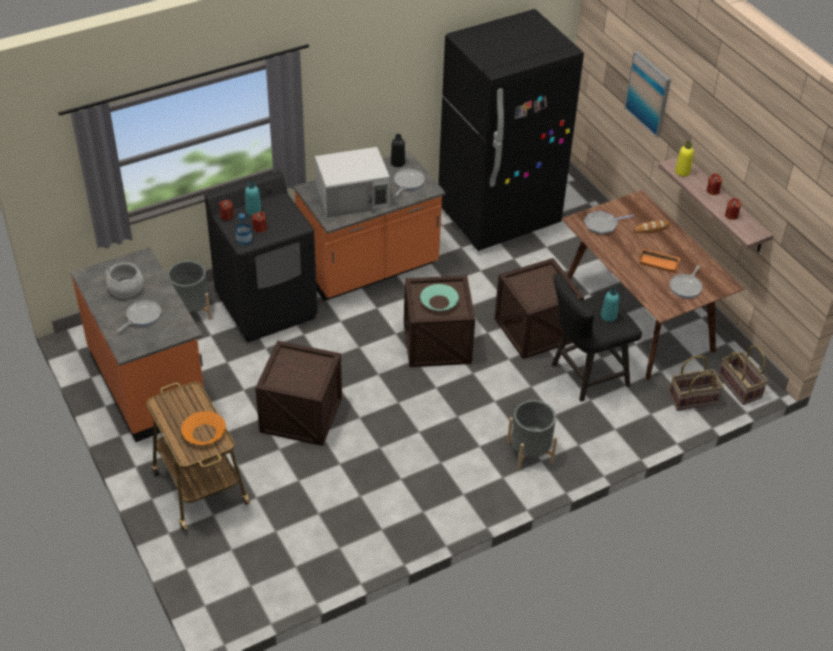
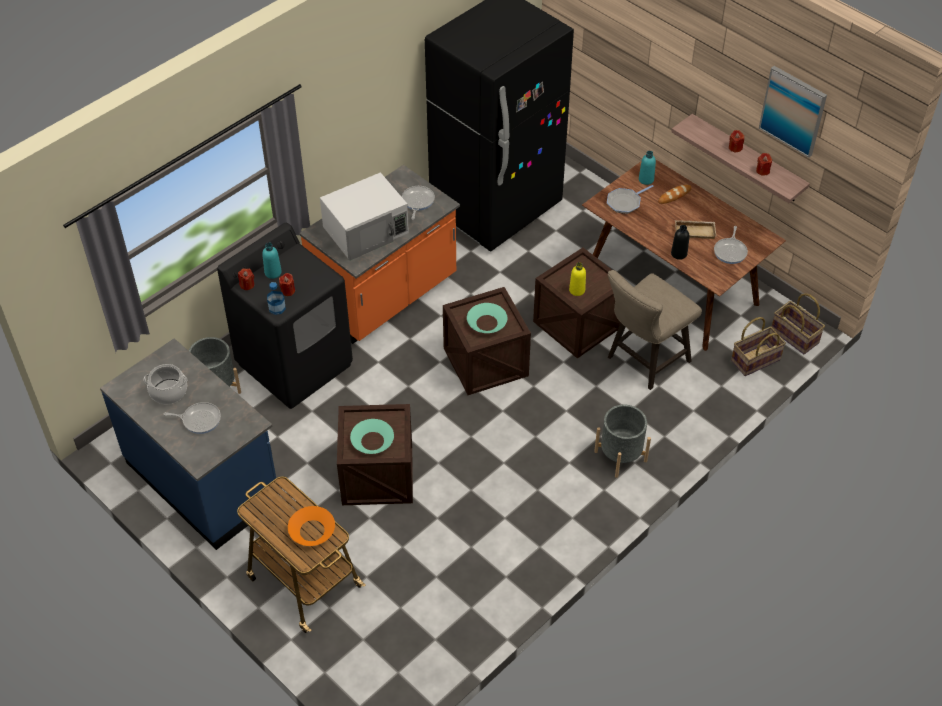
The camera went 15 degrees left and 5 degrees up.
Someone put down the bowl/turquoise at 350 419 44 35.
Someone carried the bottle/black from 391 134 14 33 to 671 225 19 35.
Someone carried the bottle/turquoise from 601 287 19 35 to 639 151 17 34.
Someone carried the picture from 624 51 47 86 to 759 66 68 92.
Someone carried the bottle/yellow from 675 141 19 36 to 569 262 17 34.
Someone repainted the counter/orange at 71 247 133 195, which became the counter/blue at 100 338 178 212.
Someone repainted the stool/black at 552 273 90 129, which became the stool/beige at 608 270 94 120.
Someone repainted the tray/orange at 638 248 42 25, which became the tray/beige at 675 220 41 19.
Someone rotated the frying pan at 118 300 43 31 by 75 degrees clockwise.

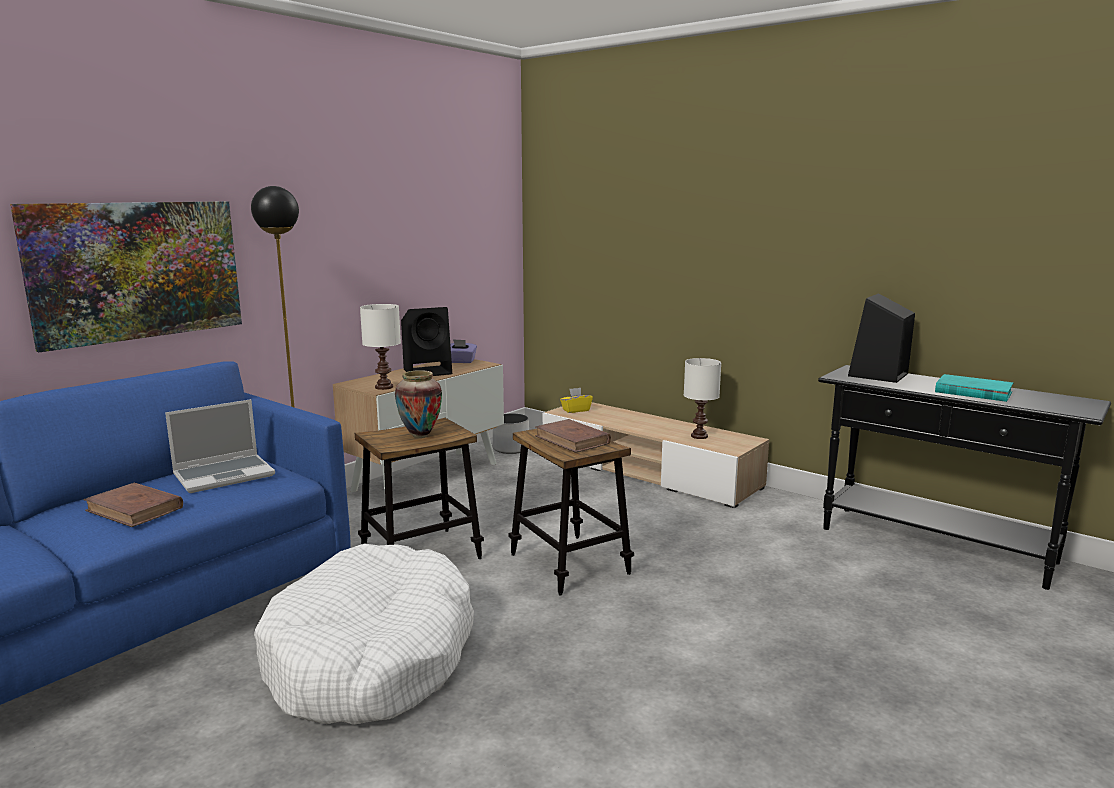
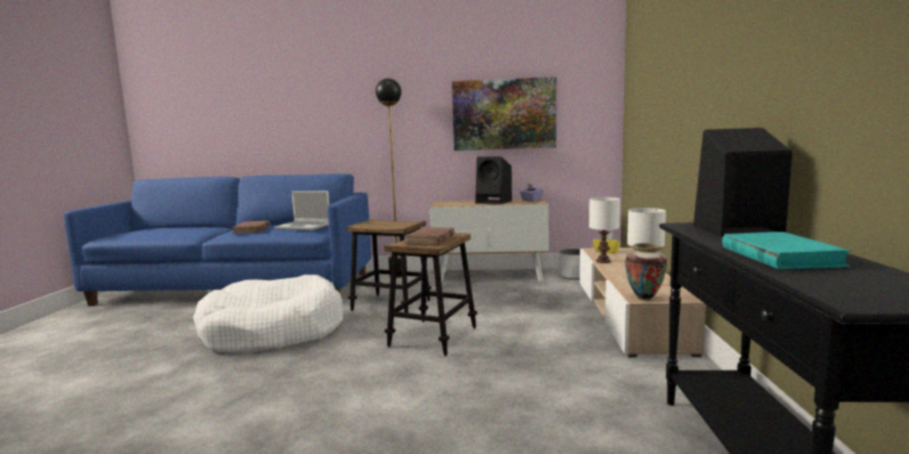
The camera went 55 degrees right and 5 degrees down.
Someone carried the picture from 10 201 232 151 to 452 77 104 74.
Someone carried the table lamp/white from 360 304 41 86 to 589 197 31 66.
Someone carried the vase from 395 370 47 68 to 625 243 42 58.

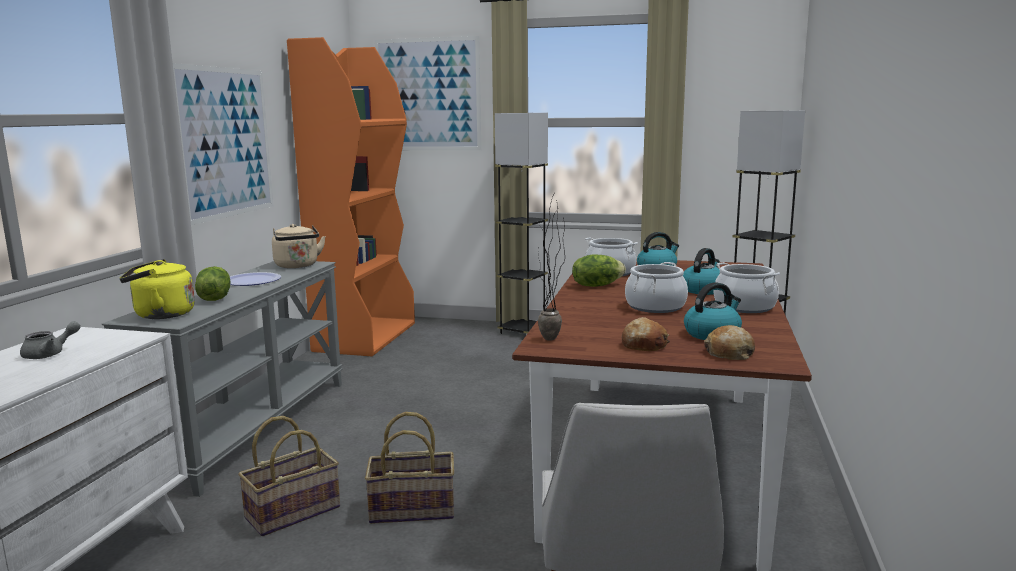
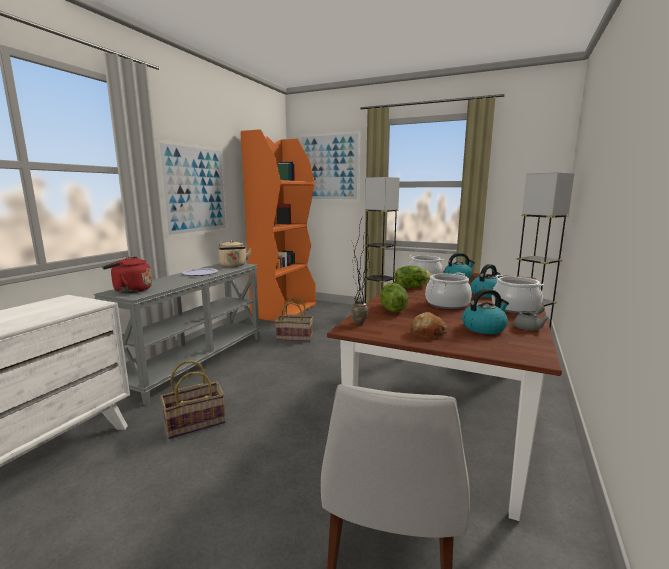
The camera went 10 degrees right and 0 degrees up.
Someone took away the bread at 704 325 51 35.
Someone carried the teapot/grey from 20 321 61 38 to 514 305 35 25.
Someone carried the lettuce from 195 266 36 35 to 381 283 27 29.
Someone carried the basket from 365 412 89 112 to 275 297 38 45.
Someone repainted the kettle/yellow at 120 259 75 60, which became the kettle/red at 102 257 50 36.

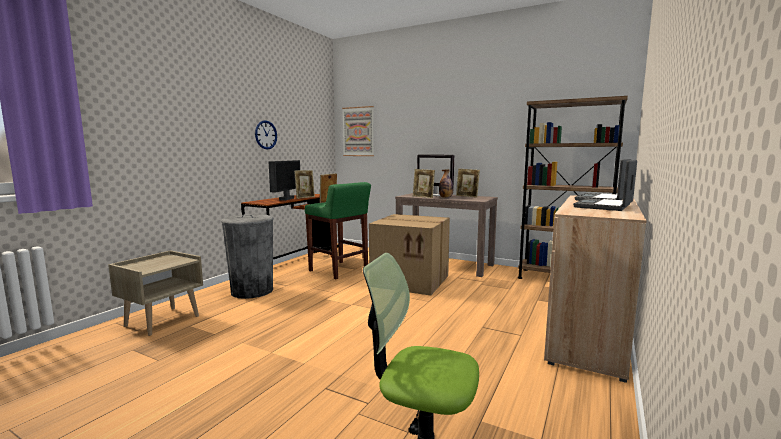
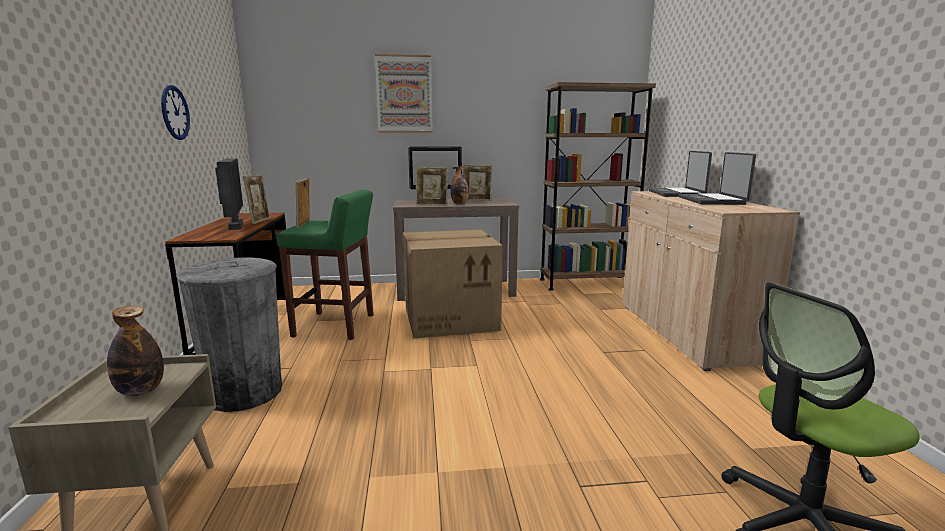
The camera went 35 degrees left and 5 degrees up.
Someone put down the bottle at 107 306 57 90.
Someone carried the picture from 342 106 32 50 to 375 54 58 79.

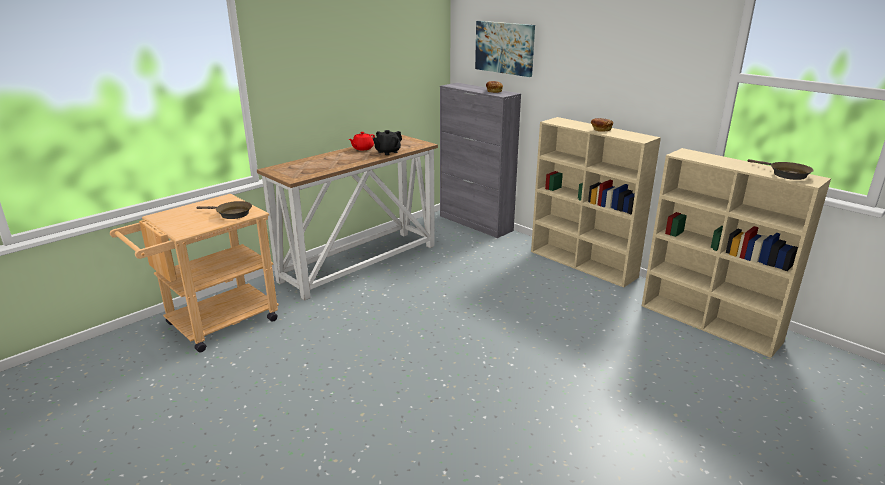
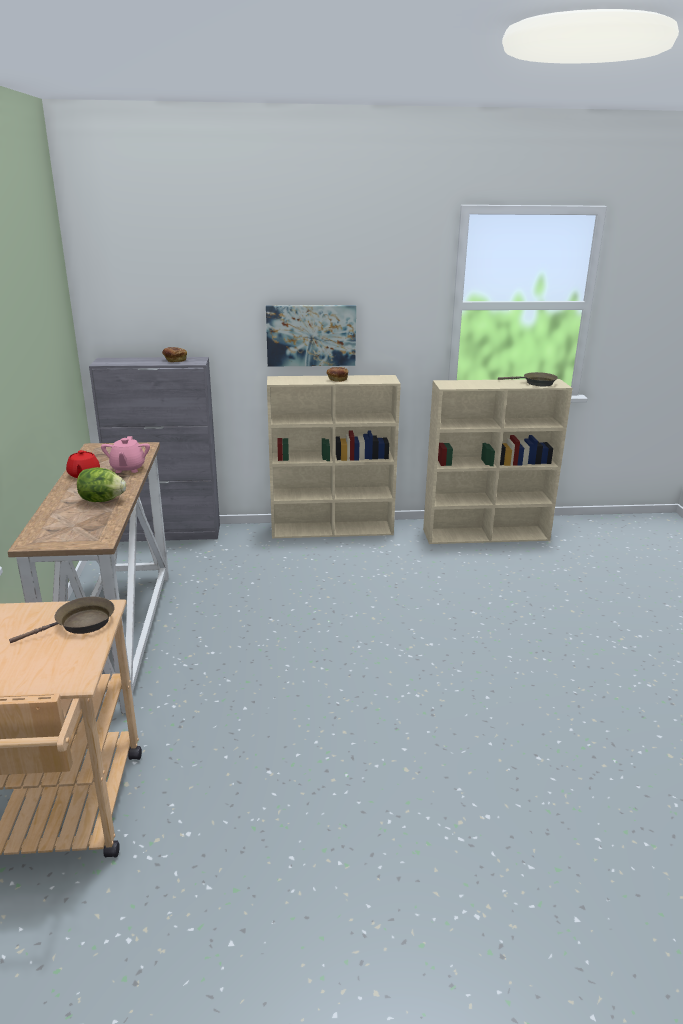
The camera went 50 degrees left and 0 degrees up.
Someone put down the lettuce at 77 467 49 35.
Someone carried the picture from 475 21 60 56 to 266 305 90 62.
Someone repainted the teapot/black at 373 130 29 25, which became the teapot/pink at 101 436 49 37.

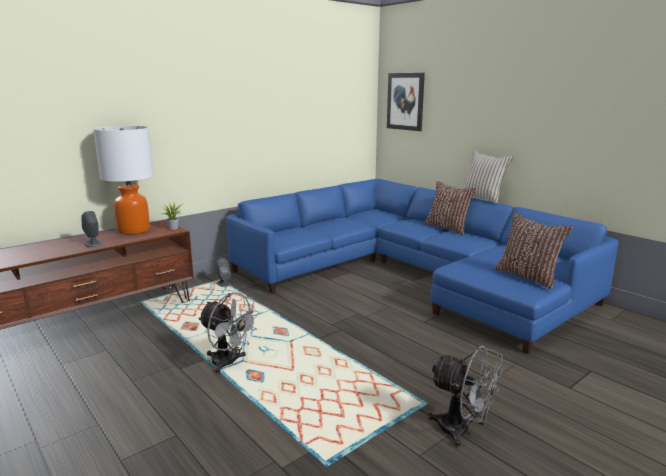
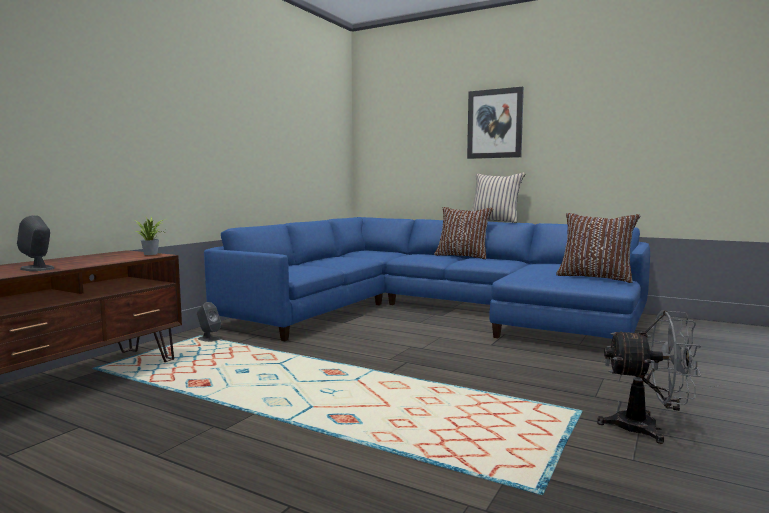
The camera went 20 degrees left and 10 degrees down.
Someone took away the table lamp at 93 126 61 109.
Someone took away the fan/grey at 198 292 61 82.
Someone carried the picture from 387 73 38 58 to 467 87 57 72.

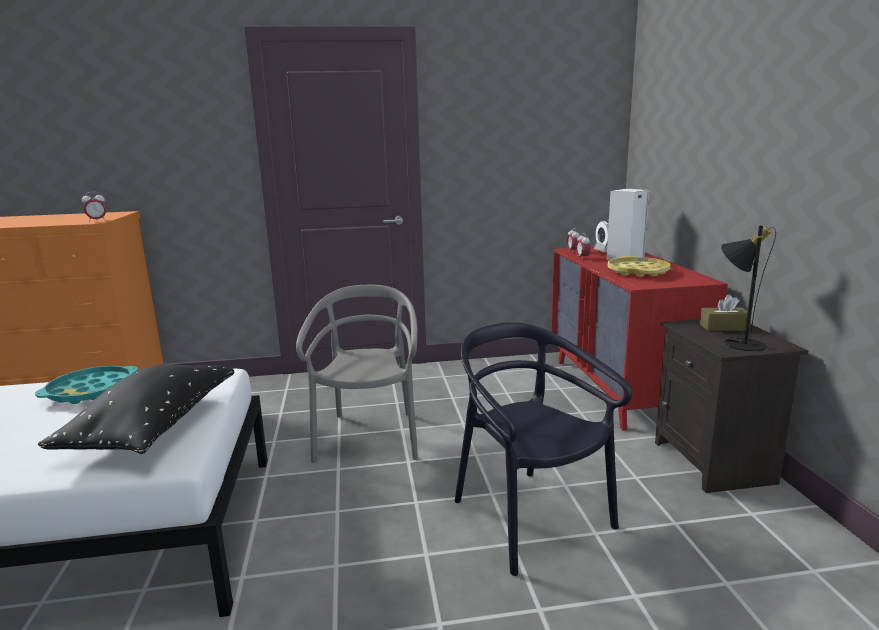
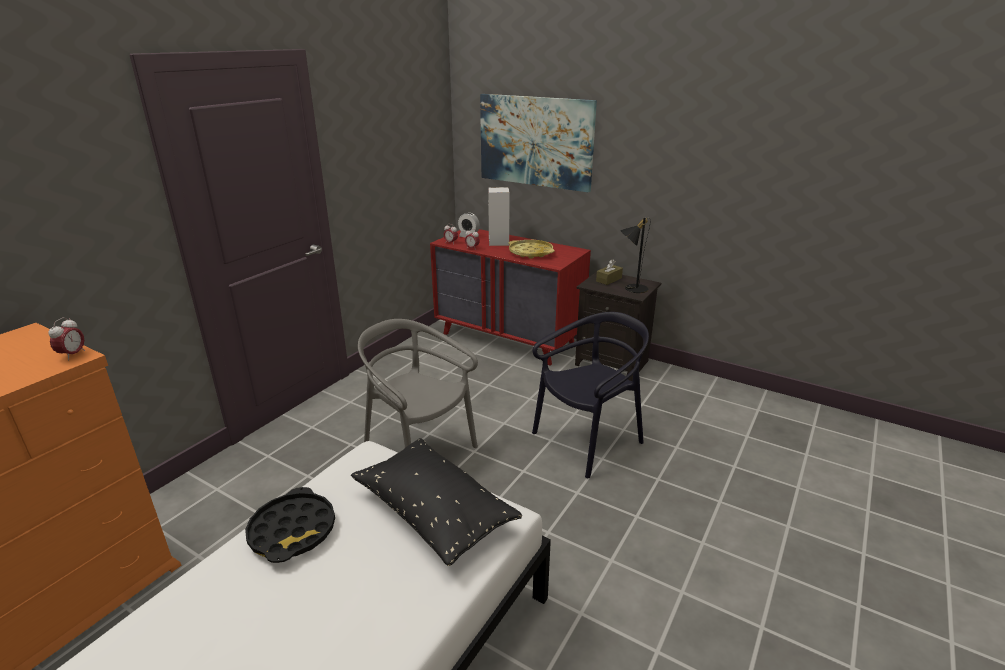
The camera went 50 degrees left and 10 degrees up.
Someone put up the picture at 480 94 117 98.
Someone repainted the tray/turquoise at 35 366 103 38, which became the tray/black at 245 487 90 76.
Someone rotated the chair/black at 454 322 178 254 by 135 degrees clockwise.

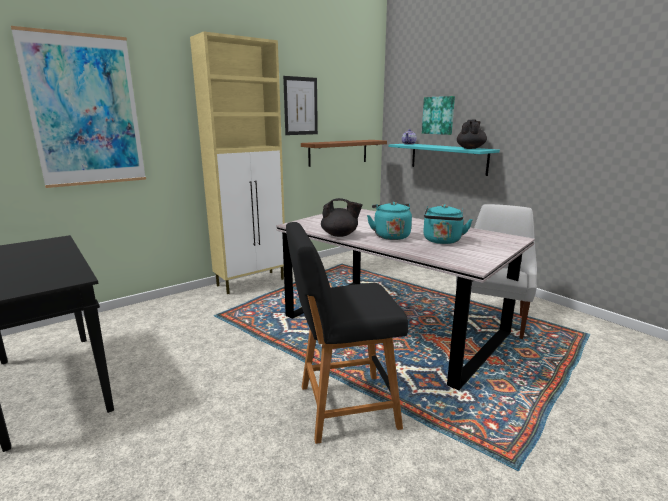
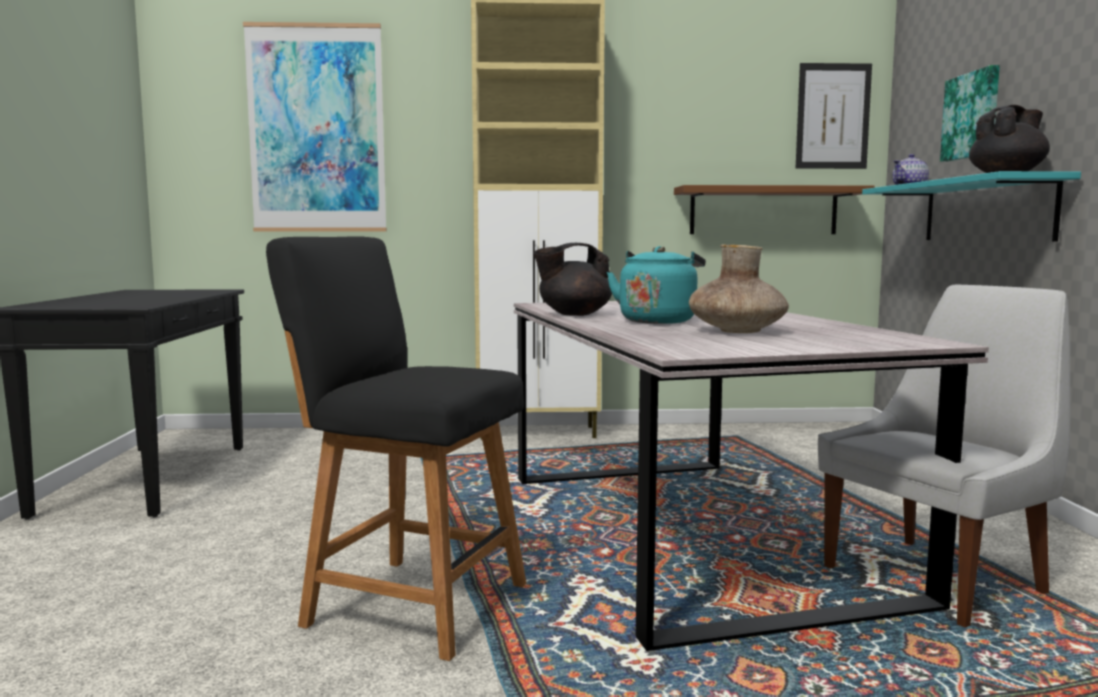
The camera went 35 degrees right and 10 degrees down.
Someone carried the picture from 283 76 35 59 to 796 63 76 106.
Someone swapped the kettle/turquoise at 423 204 50 40 for the vase/brown at 689 244 100 89.
Someone rotated the teapot/black at 321 198 41 39 by 120 degrees clockwise.

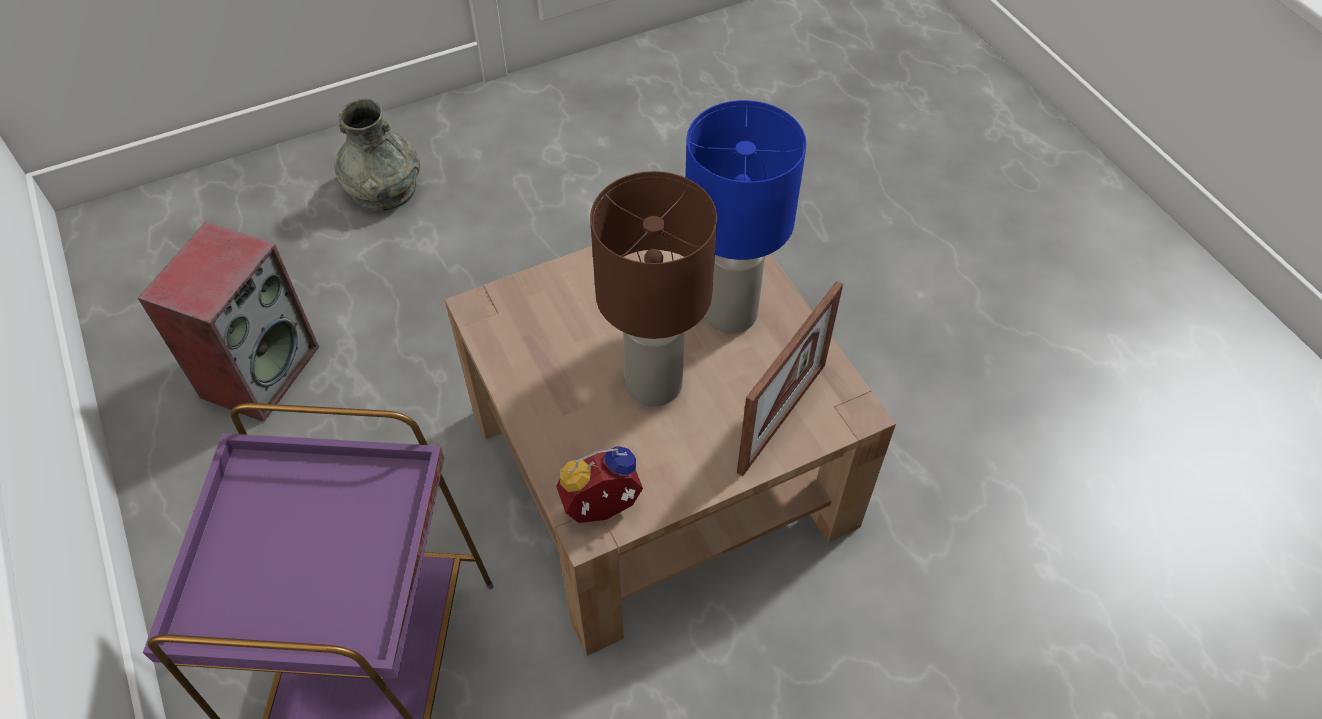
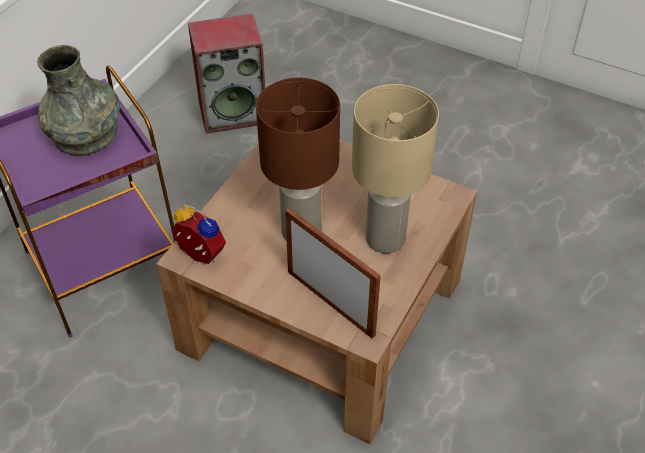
The camera went 55 degrees right and 5 degrees down.
Someone carried the vase/grey from 334 99 86 112 to 37 45 83 111.
Someone repainted the table lamp/blue at 685 100 122 233, which became the table lamp/beige at 352 84 87 169.
Someone rotated the picture frame at 737 281 106 195 by 135 degrees counterclockwise.

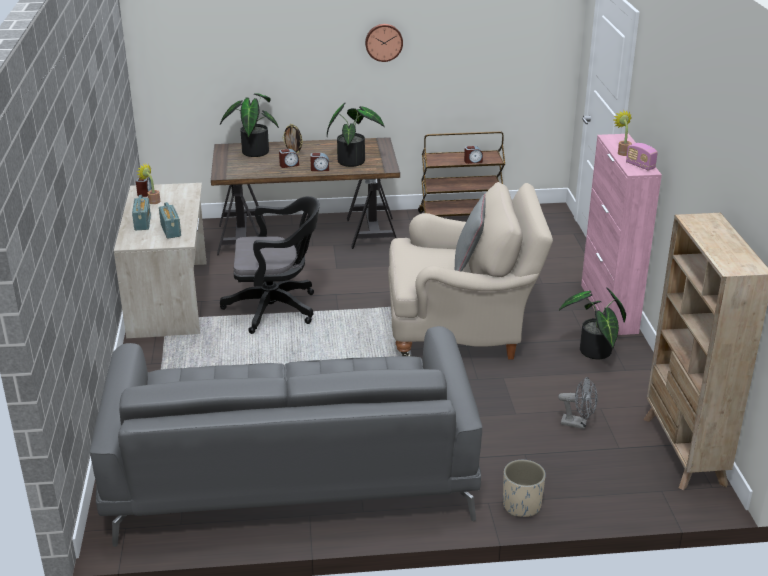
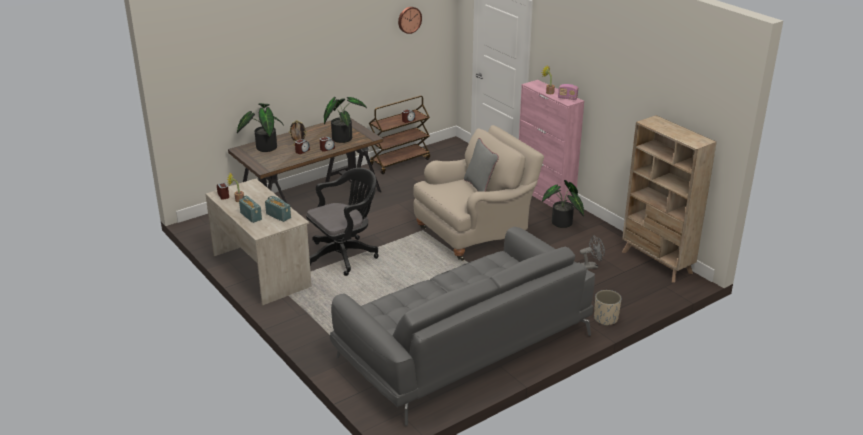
The camera went 30 degrees left and 0 degrees up.
Someone carried the wall clock from 365 24 38 38 to 398 7 24 27.

